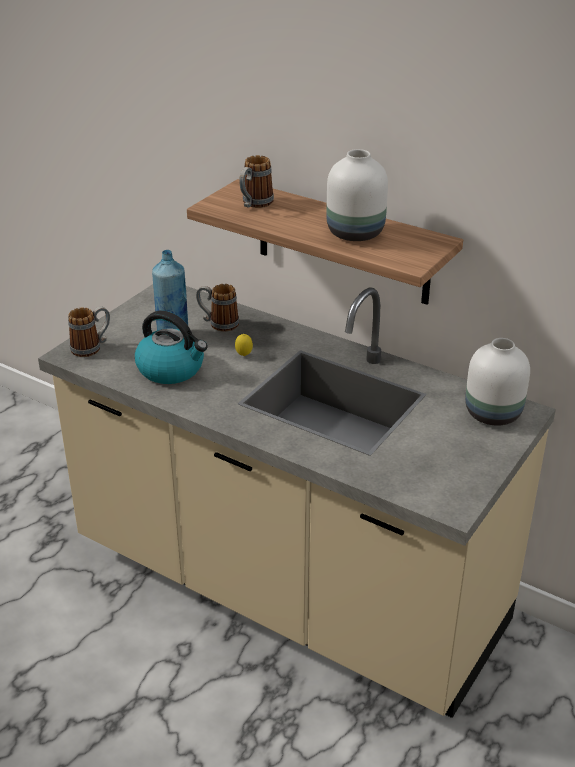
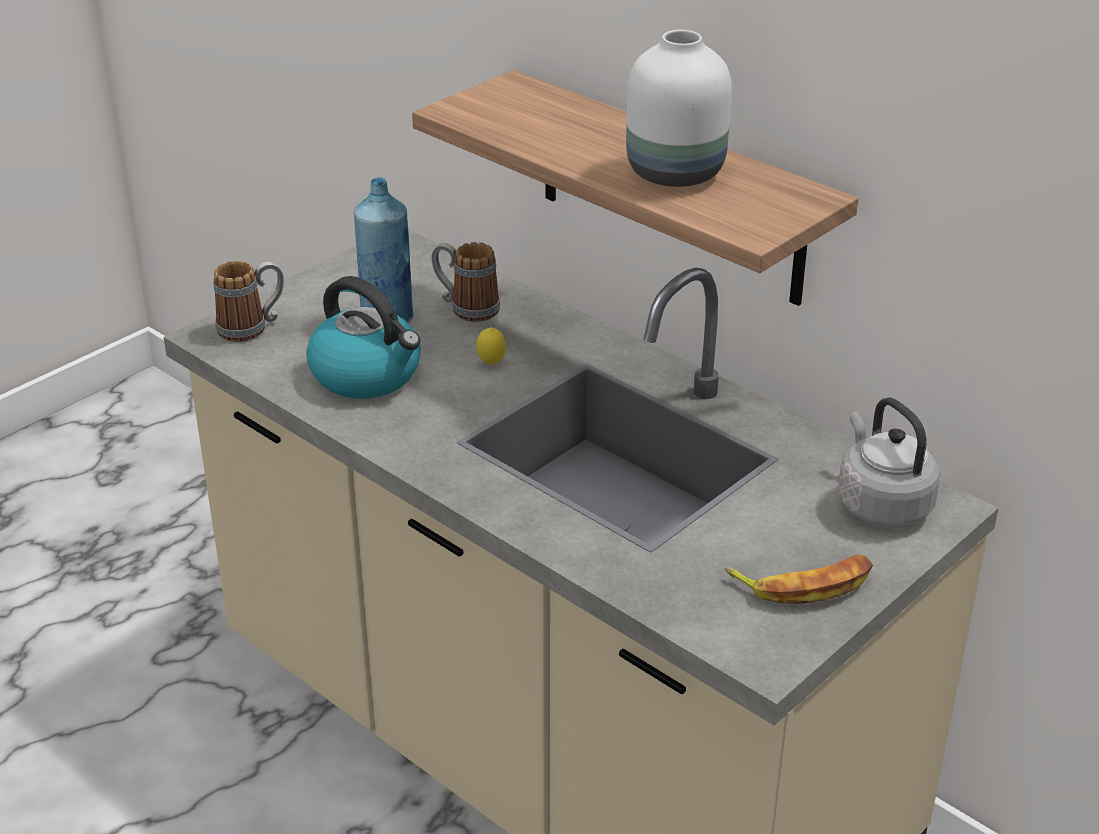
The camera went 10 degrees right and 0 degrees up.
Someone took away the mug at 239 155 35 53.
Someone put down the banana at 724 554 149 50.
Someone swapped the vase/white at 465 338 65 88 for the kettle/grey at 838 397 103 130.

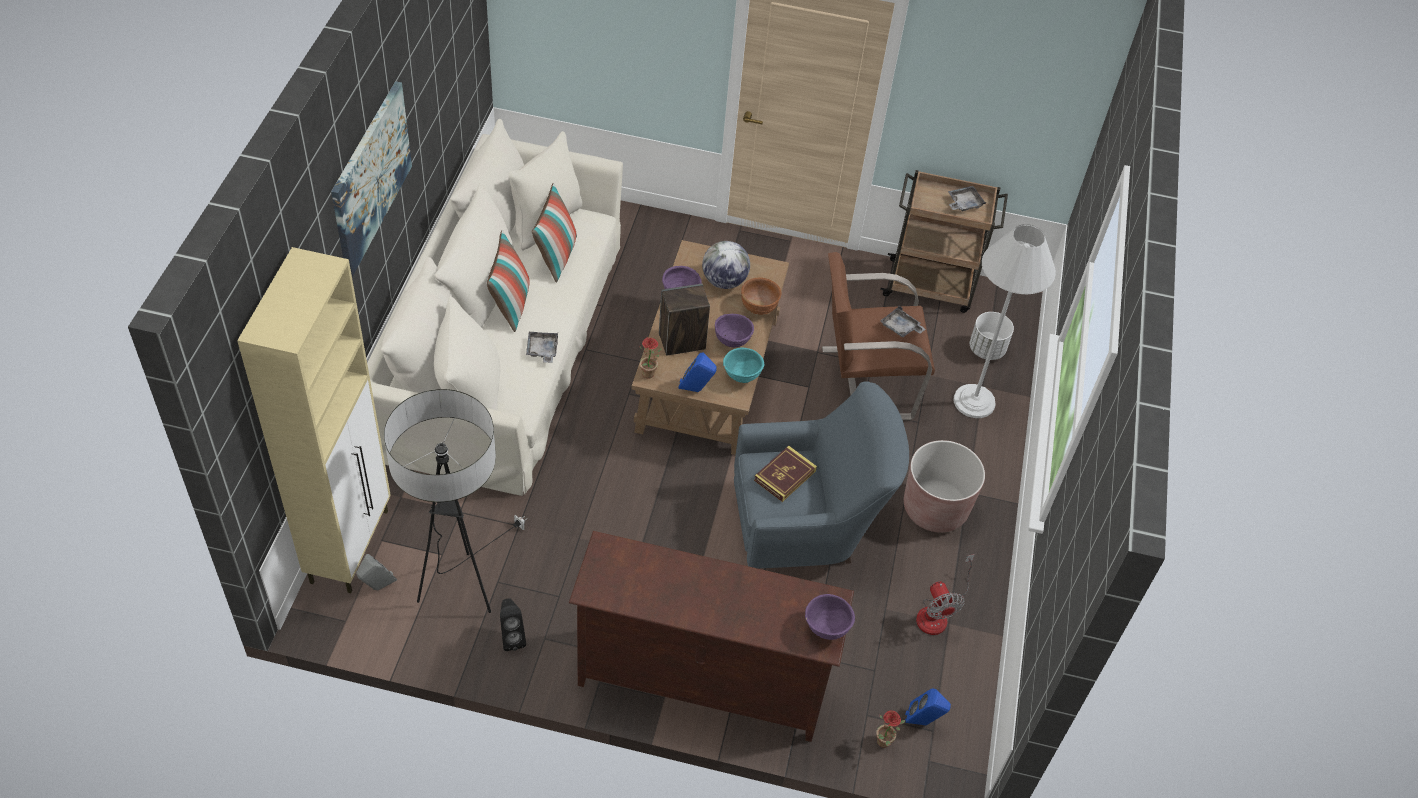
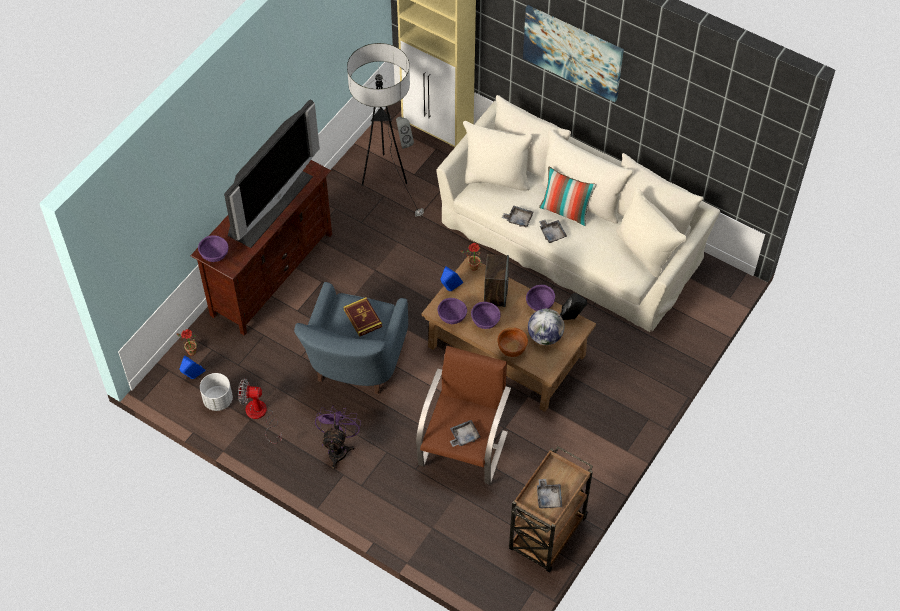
The camera went 115 degrees right and 5 degrees up.
Someone took away the pillow at 532 183 45 100.
Someone took away the floor lamp/white at 953 224 103 194.
Someone put down the television at 224 100 96 148.
Someone put down the tray/grey at 539 220 28 23.
Someone carried the speaker/black from 500 599 26 52 to 560 293 27 27.
Someone carried the planter/white from 970 312 44 48 to 200 373 33 38.
Someone swapped the planter/brown at 904 440 81 92 for the fan/purple at 315 405 46 64.
Someone repainted the bowl/turquoise at 723 347 41 36, which became the bowl/purple at 438 298 29 26.

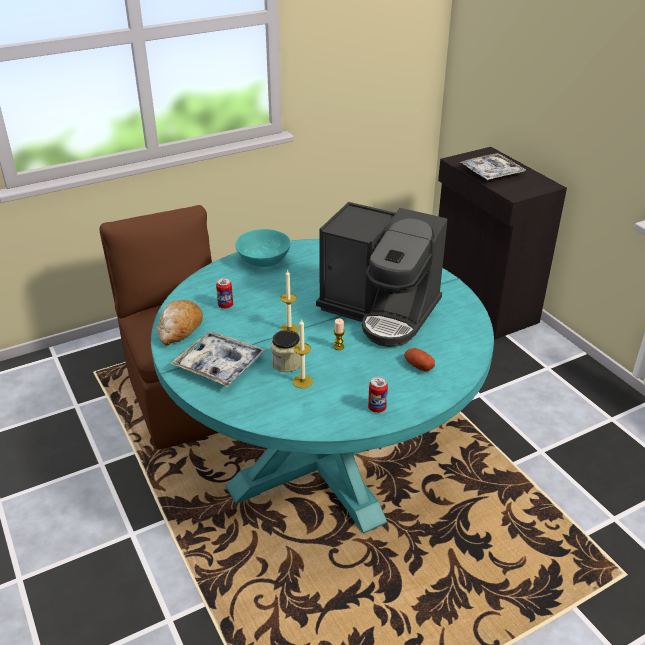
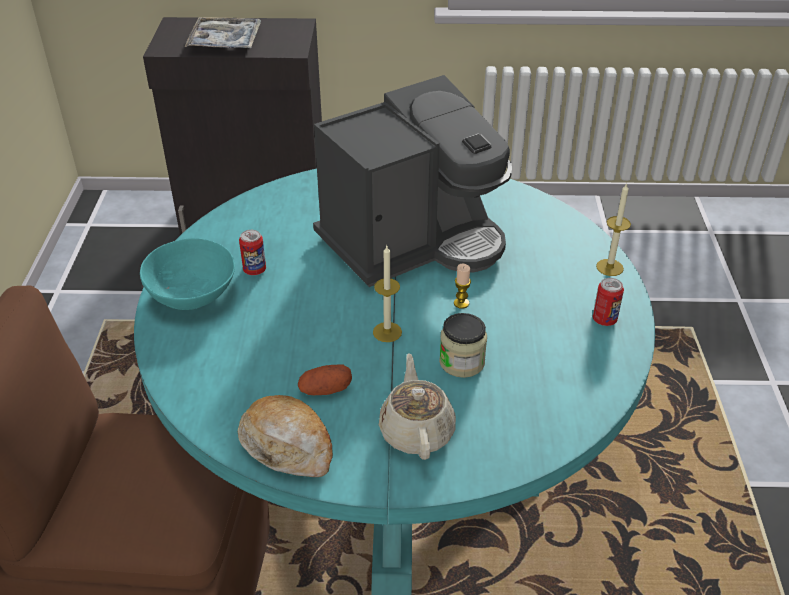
The camera went 60 degrees left and 5 degrees up.
Someone carried the can from 216 278 17 31 to 239 230 27 45.
Someone carried the candle from 293 319 20 69 to 596 183 35 93.
Someone carried the potato from 404 348 31 23 to 298 365 54 30.
Someone swapped the tray at 170 331 96 56 for the teapot/beige at 379 353 77 107.

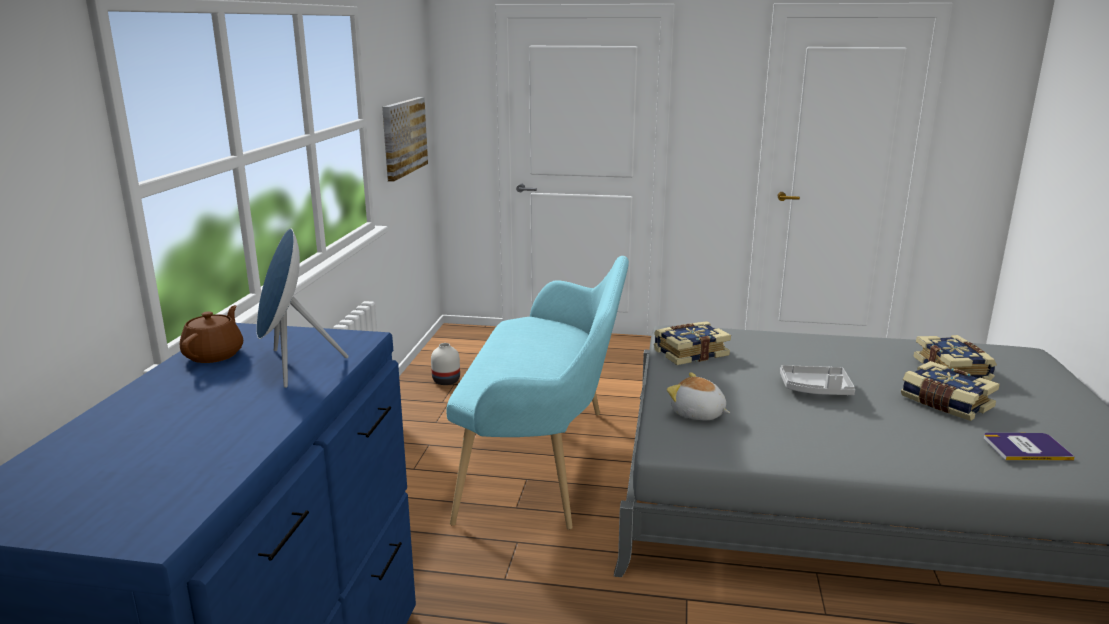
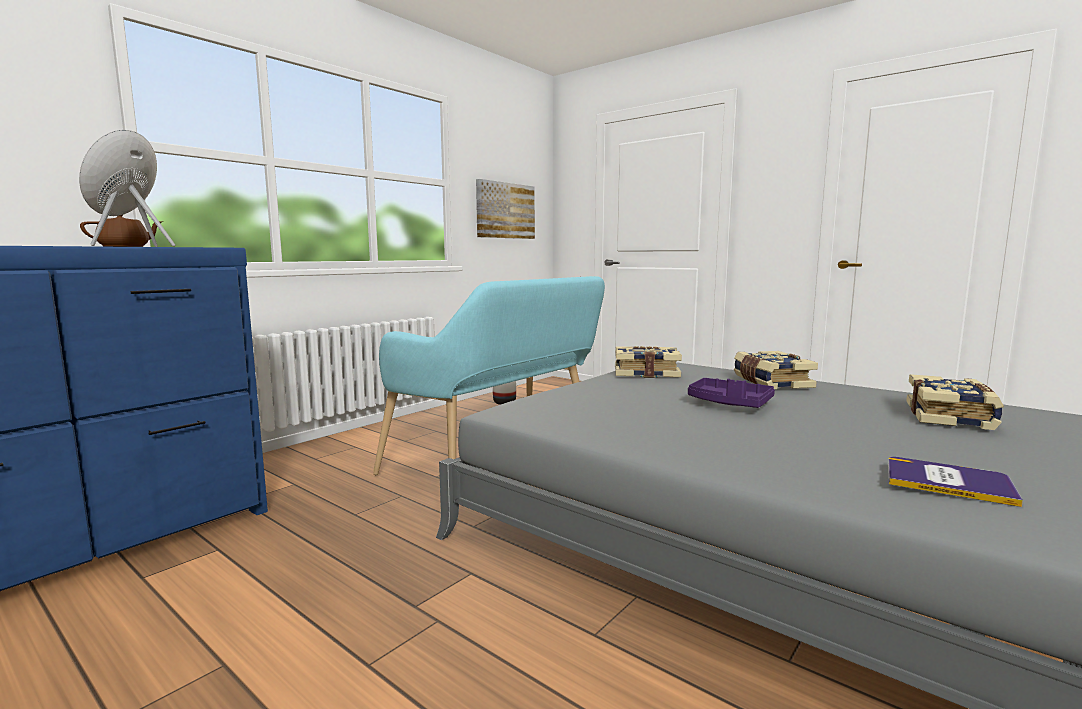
The camera went 30 degrees right and 10 degrees down.
Someone took away the plush toy at 667 372 63 48.
Someone carried the book from 901 361 99 60 to 734 351 84 38.
Someone repainted the tray/grey at 780 365 75 30, which became the tray/purple at 688 378 87 30.

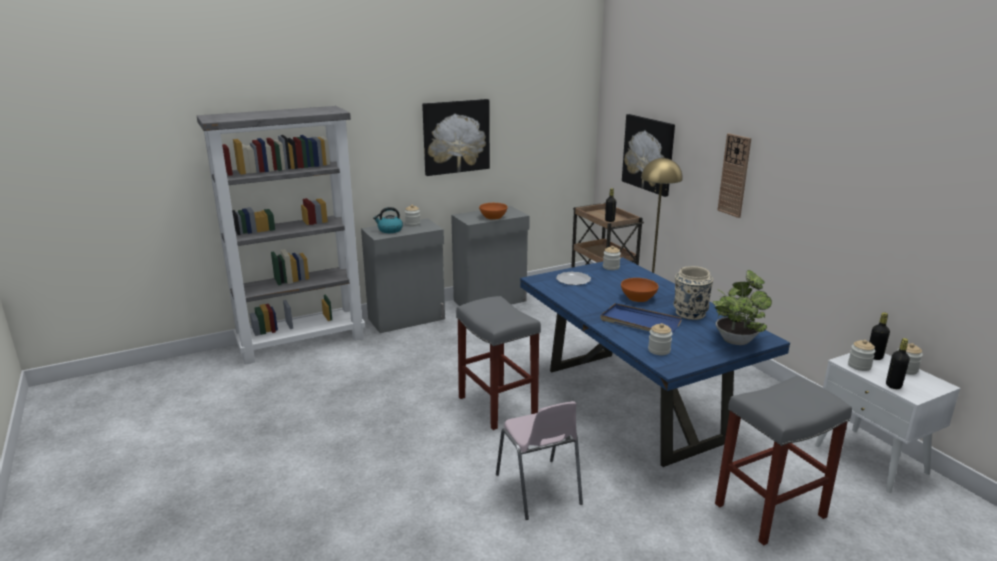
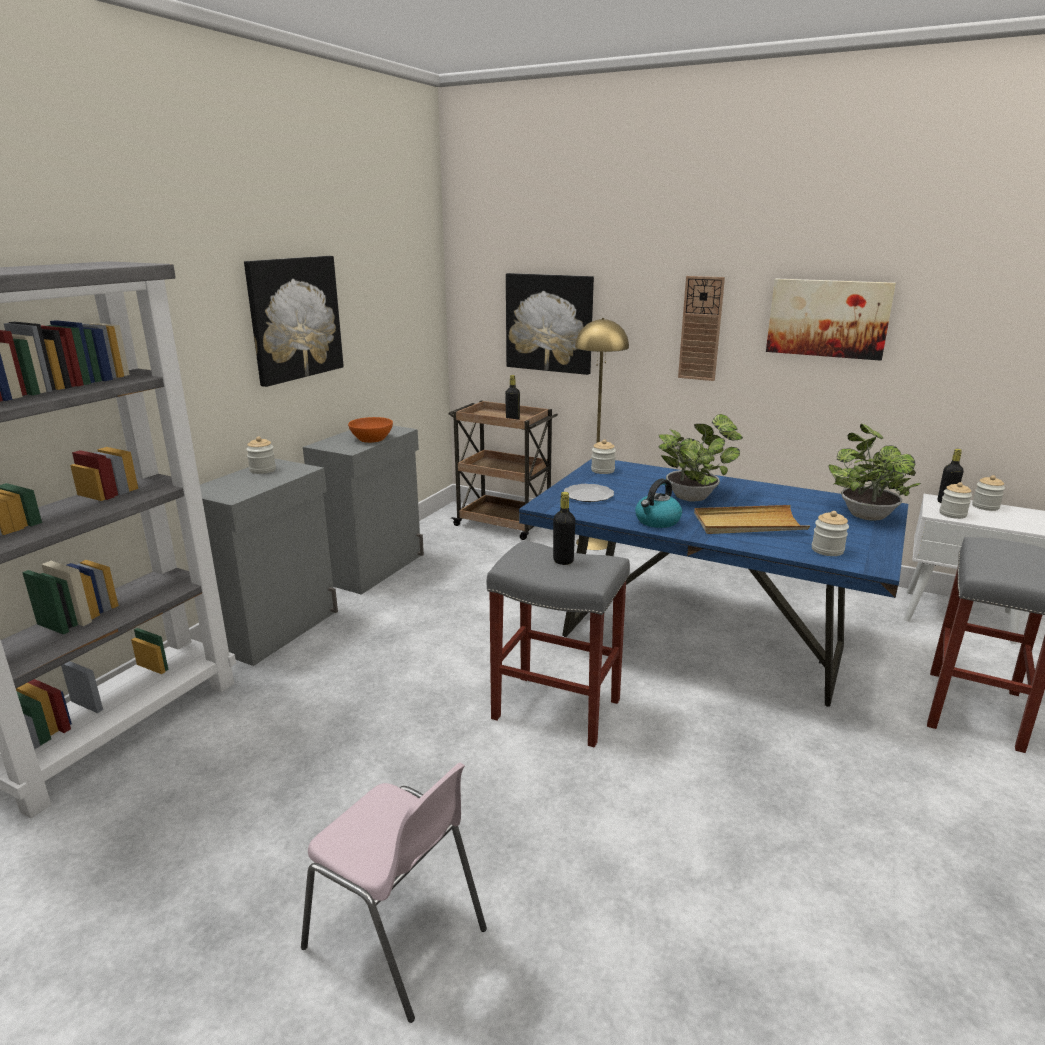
The camera went 35 degrees left and 0 degrees up.
Someone took away the vase/beige at 674 266 39 54.
Someone put up the picture at 766 279 130 82.
Someone carried the kettle from 373 207 30 26 to 635 479 47 49.
Someone carried the chair/pink from 496 401 87 119 to 301 763 186 260.
Someone carried the bottle/black from 886 338 24 51 to 553 492 22 73.
Someone swapped the bowl/orange at 621 278 37 24 for the potted plant at 659 414 84 88.
Someone repainted the tray/blue at 600 303 82 30, which became the tray/beige at 694 505 116 29.

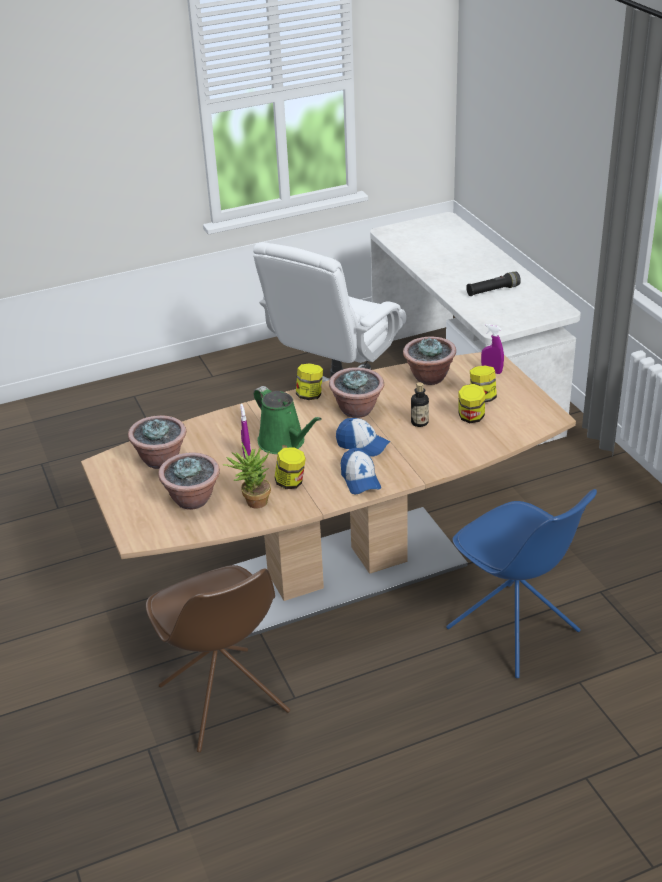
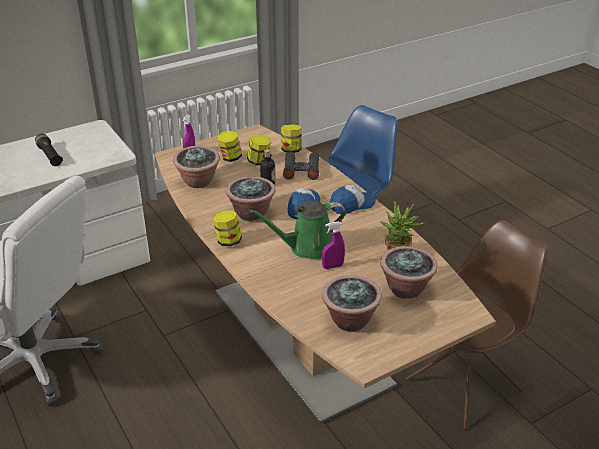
The camera went 100 degrees left and 0 degrees up.
Someone put down the binoculars/black at 283 152 36 28.
Someone carried the jar from 274 447 32 42 to 281 124 21 29.
Someone rotated the watering can/green at 254 386 68 68 by 150 degrees counterclockwise.

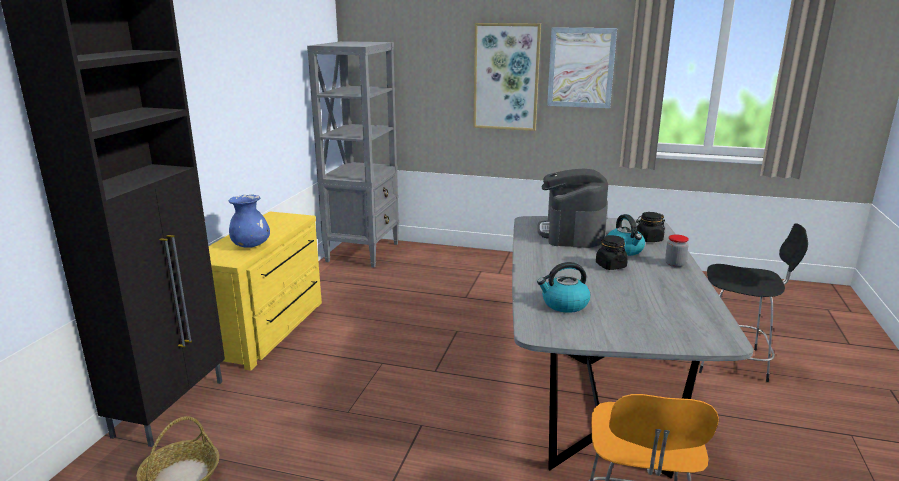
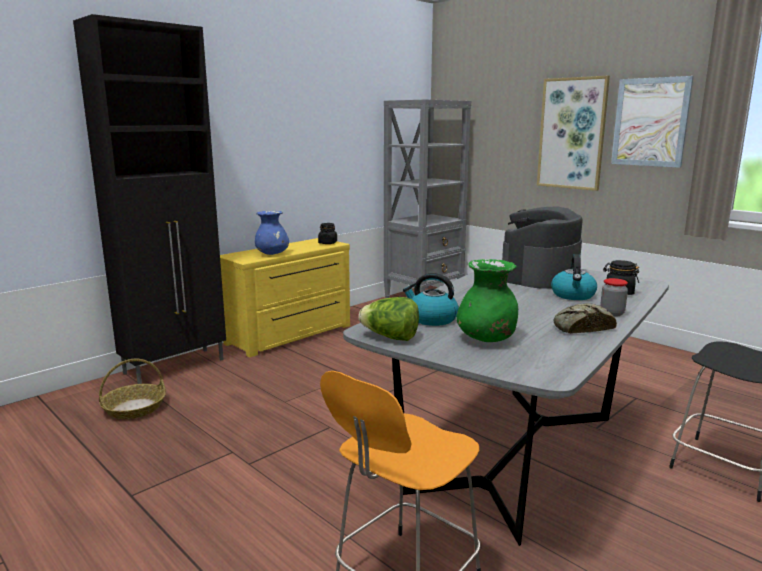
The camera went 30 degrees right and 5 degrees down.
Someone put down the lettuce at 359 297 60 44.
Someone put down the vase/green at 456 259 62 83.
Someone put down the bread at 554 303 63 31.
Someone carried the jar/black from 596 235 32 35 to 318 223 19 21.

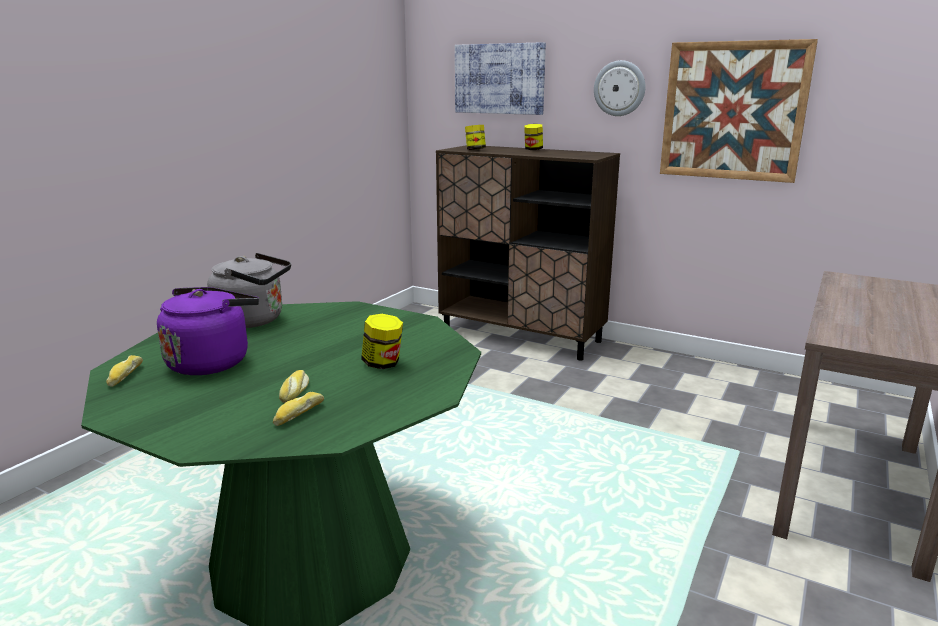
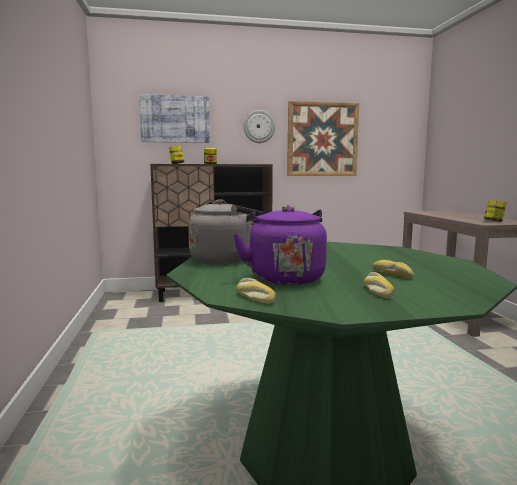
The camera went 40 degrees left and 10 degrees down.
Someone carried the bread from 273 392 51 34 to 364 272 31 26.
Someone carried the jar from 361 314 42 55 to 484 200 23 22.

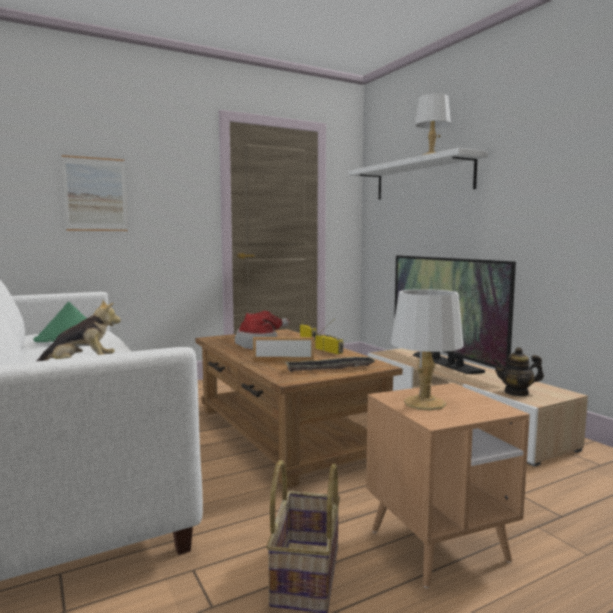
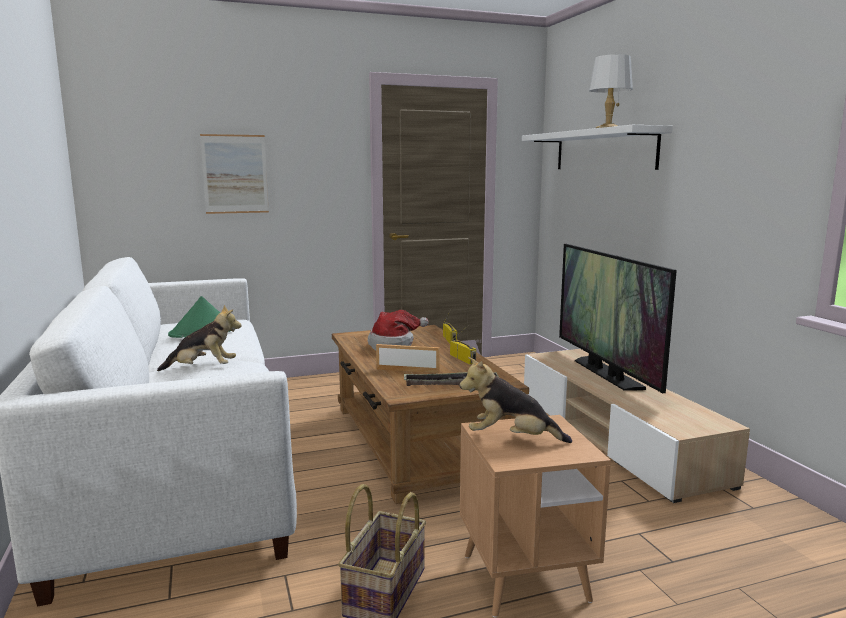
The camera went 10 degrees right and 5 degrees up.
Someone took away the teapot at 493 347 51 49.
Someone swapped the table lamp/white at 391 289 73 121 for the plush toy at 459 357 113 86.

